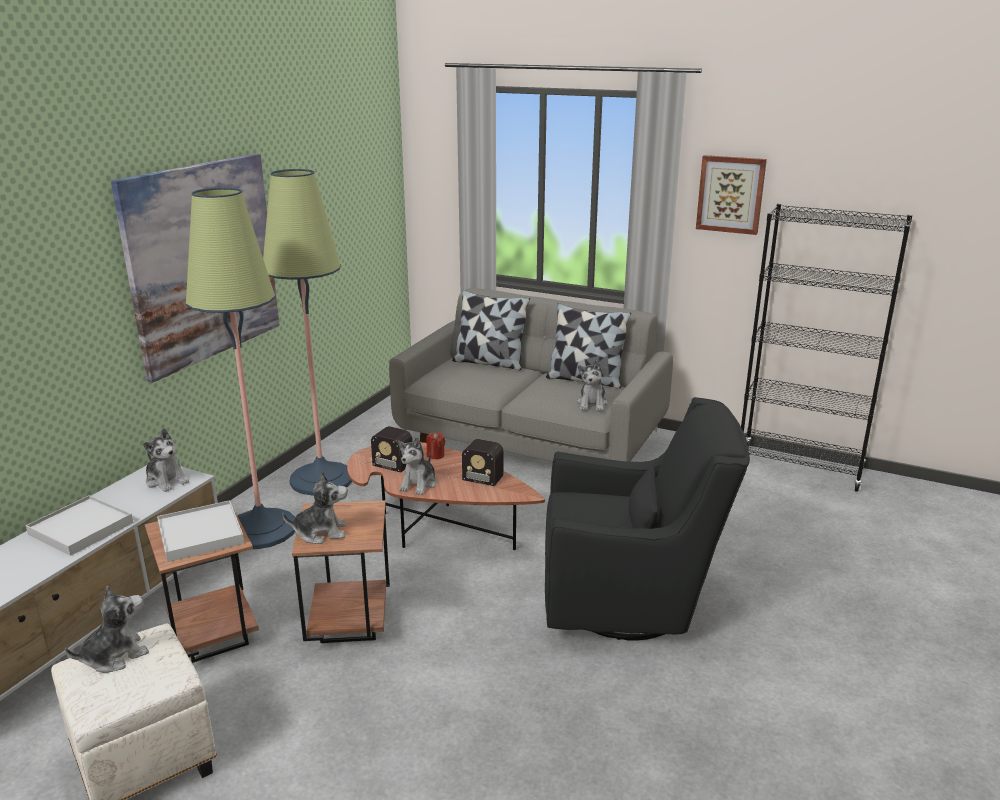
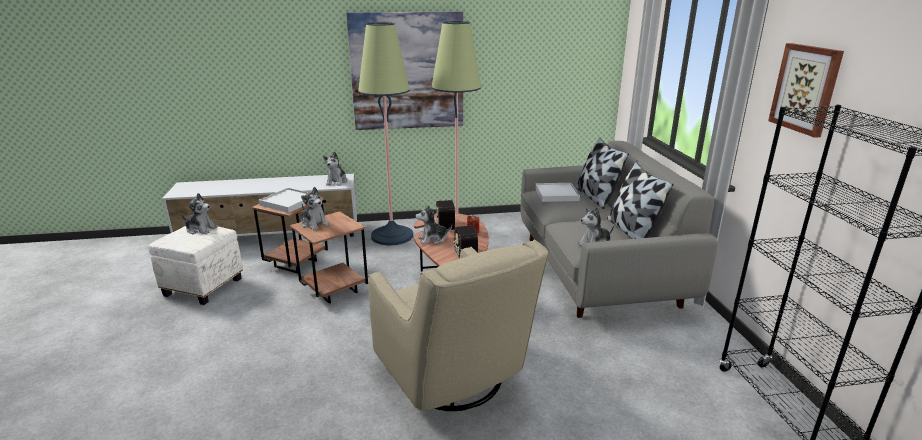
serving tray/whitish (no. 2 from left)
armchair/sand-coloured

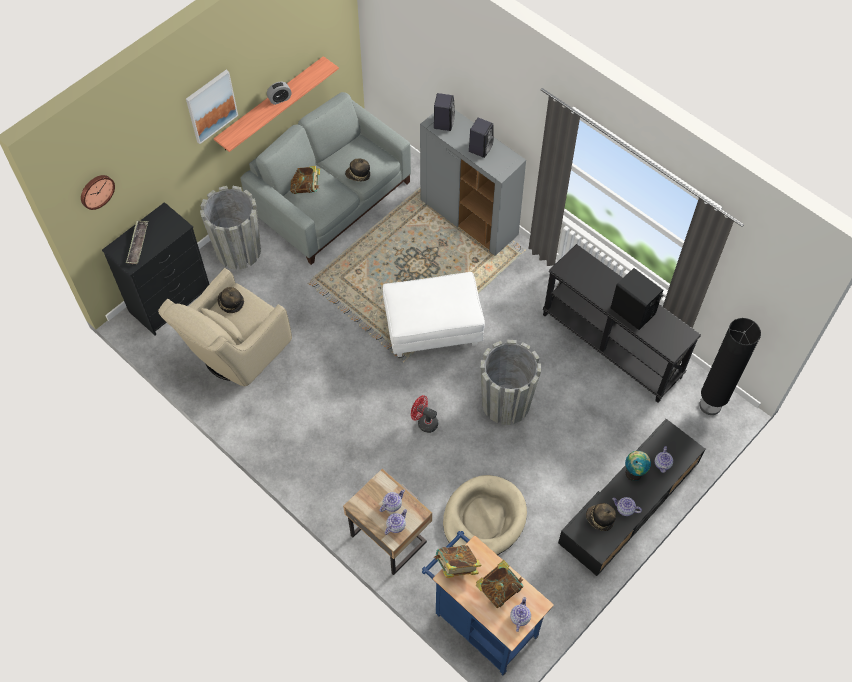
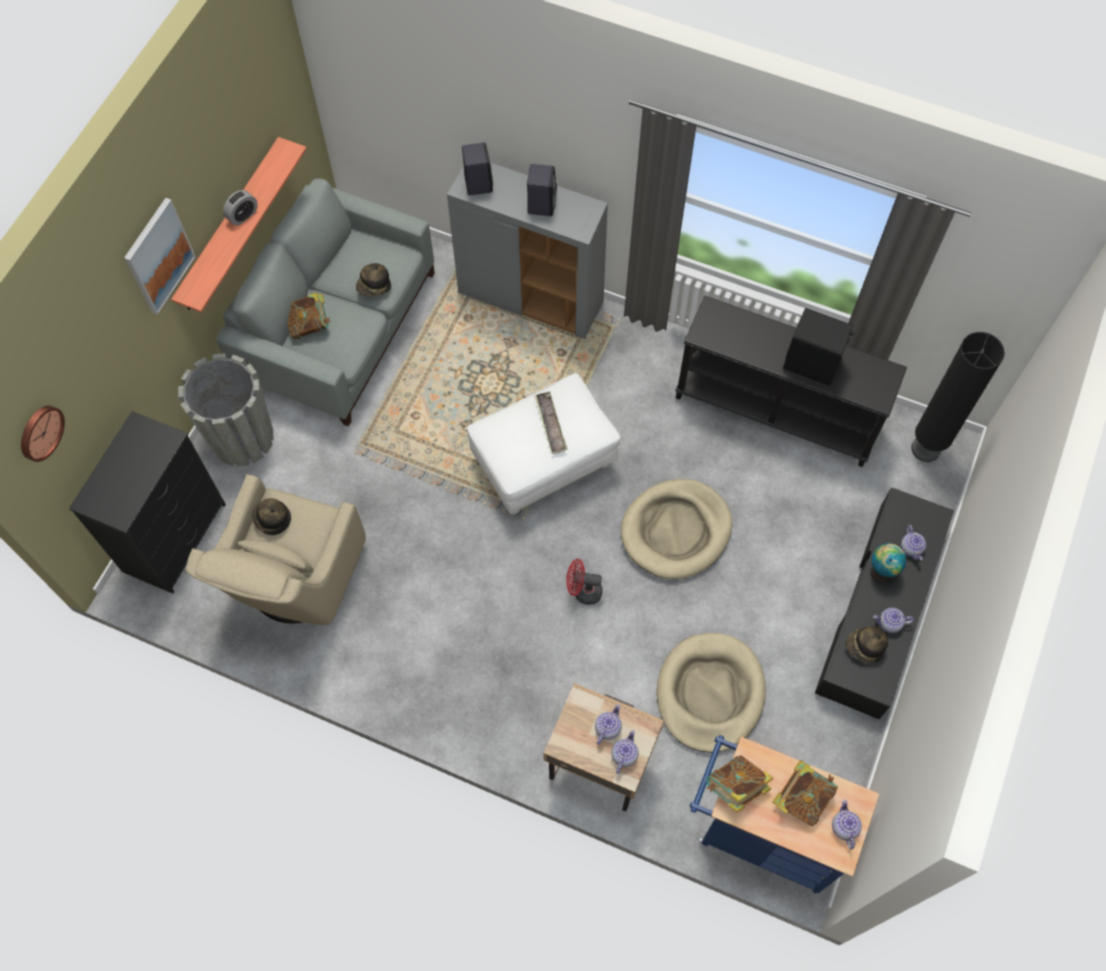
serving tray
dog bed/sand-coloured (no. 1 from left)

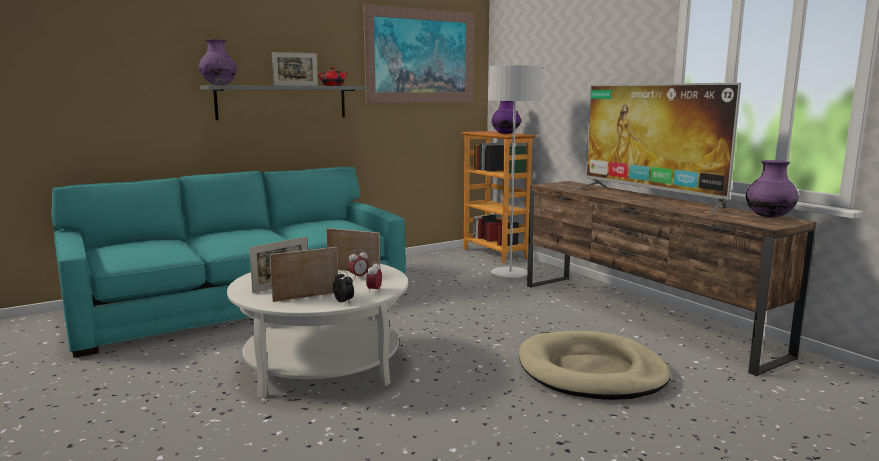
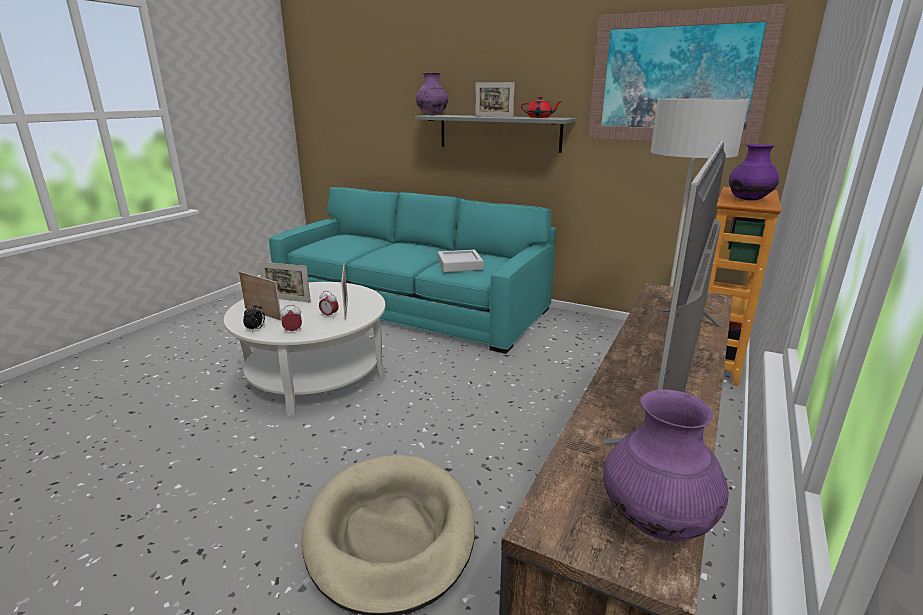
serving tray/greyish

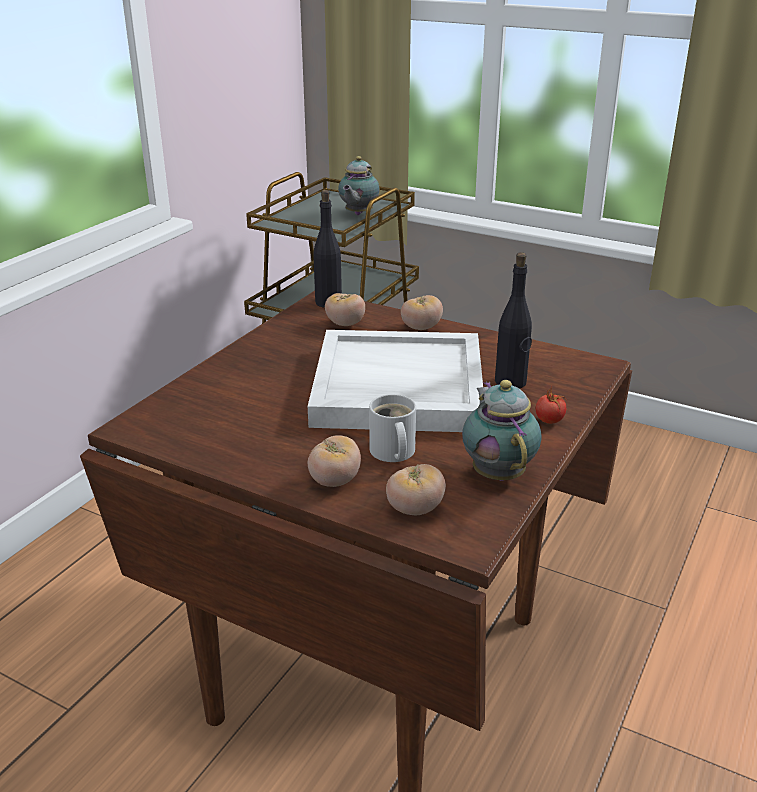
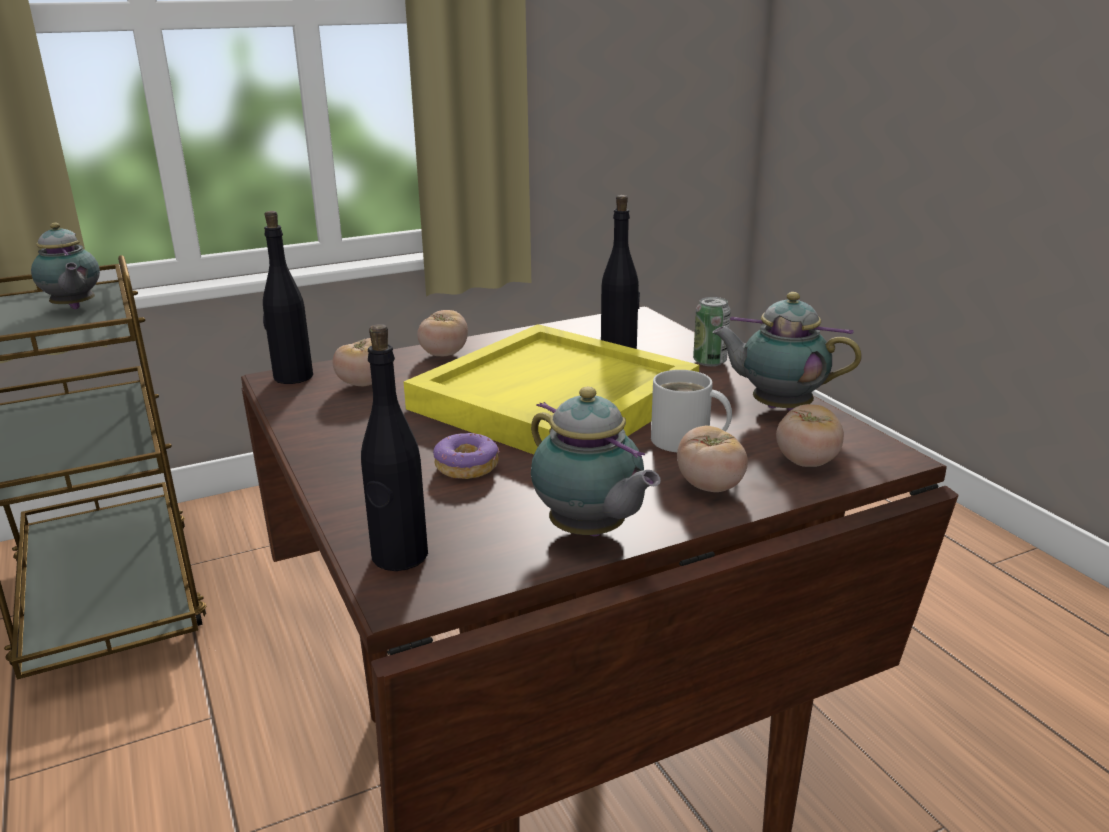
serving tray/yellow
can
bottle/black-coloured (no. 2 from left)
donut
tea pot (no. 2 from left)

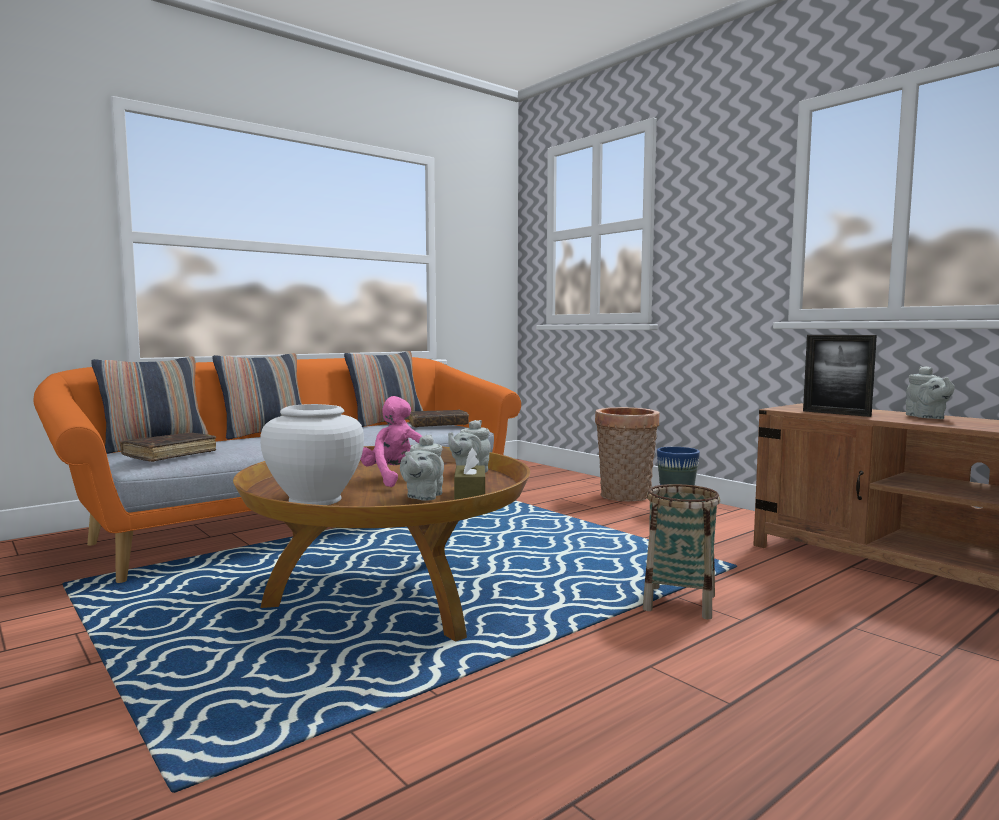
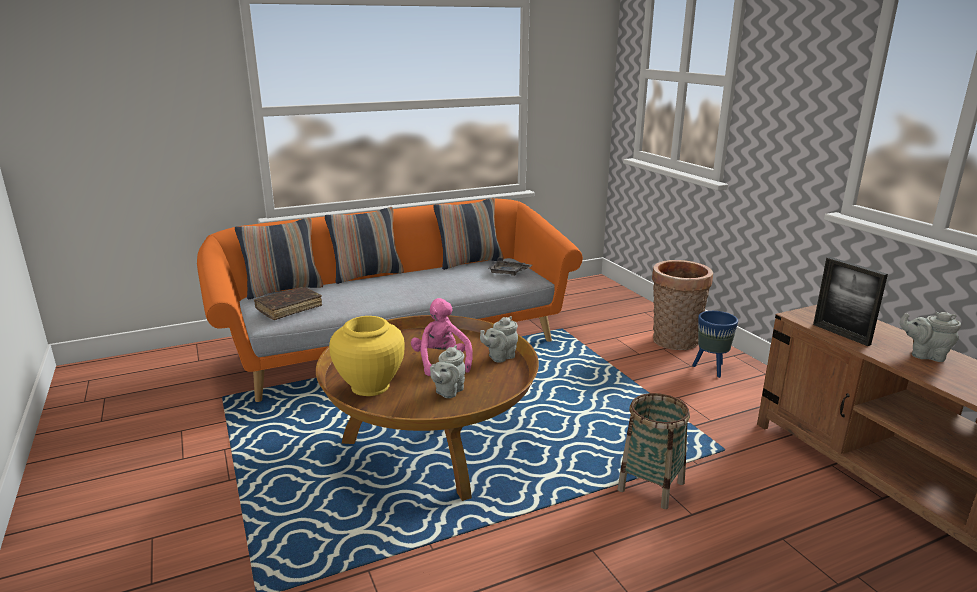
vase/yellow
serving tray/greyish
tissue holder/brown
tea pot/greyish (no. 3 from left)

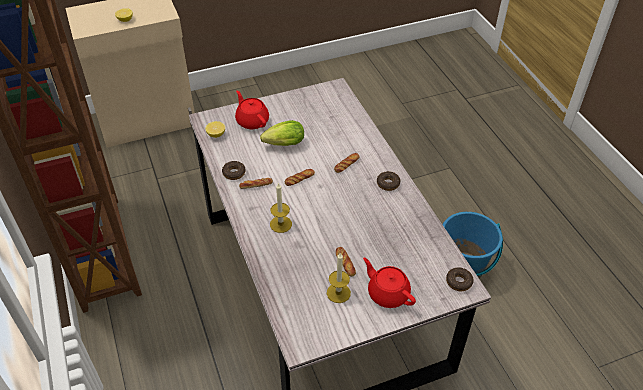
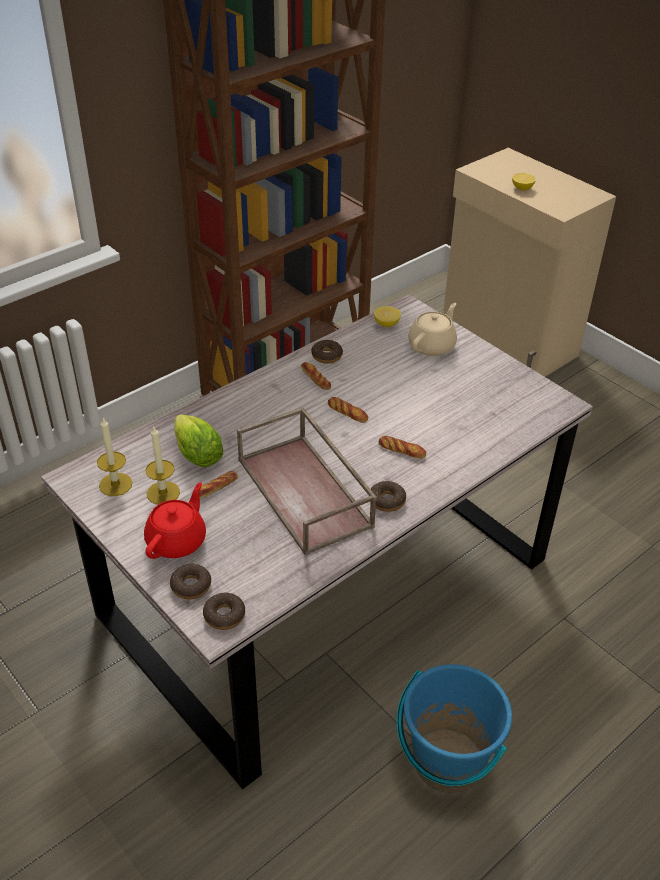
tea pot/sand-coloured
lettuce
candle (no. 1 from left)
donut (no. 1 from left)
serving tray/brown

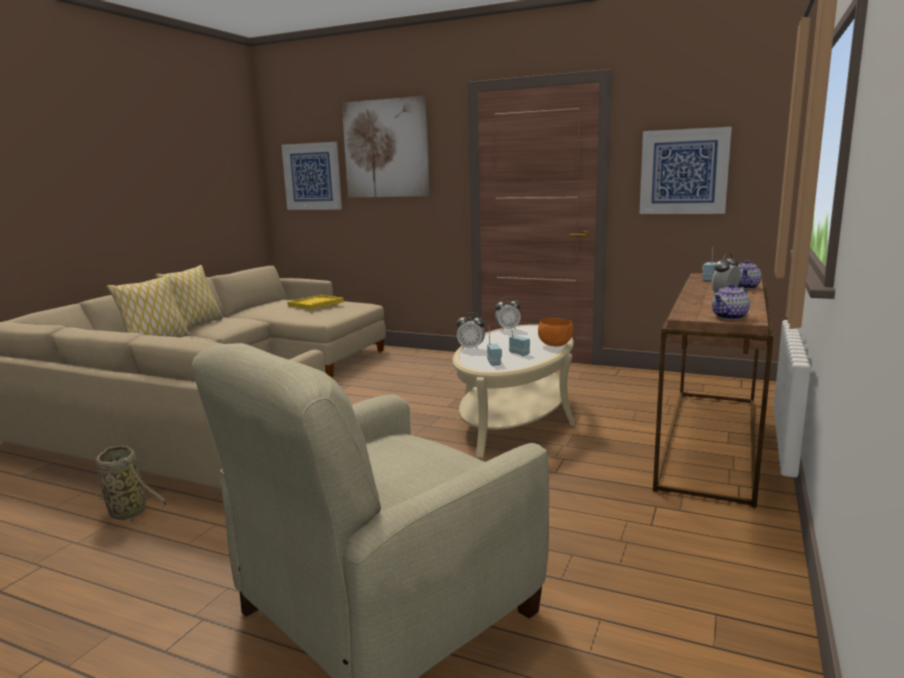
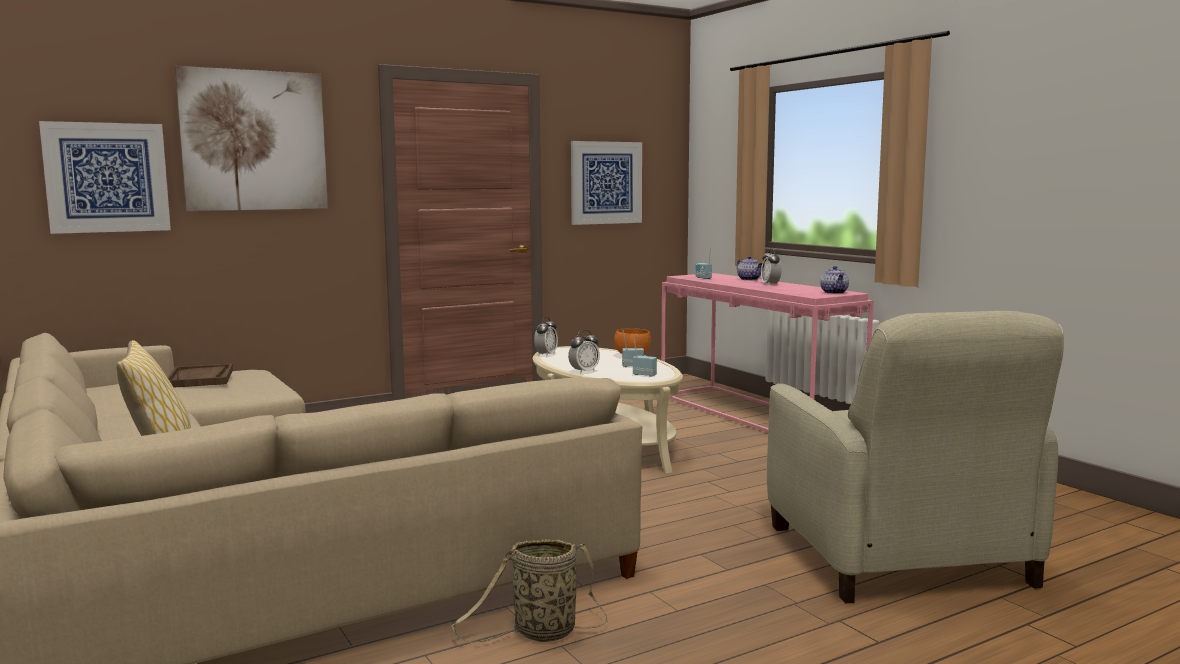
pillow (no. 2 from left in the first image)
serving tray/brown
console table/pinkish

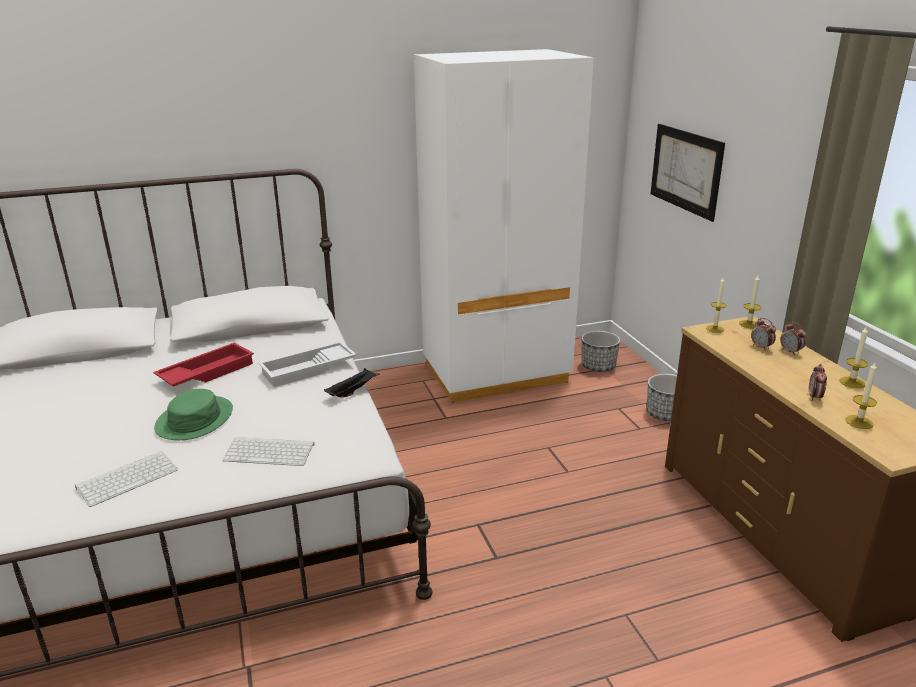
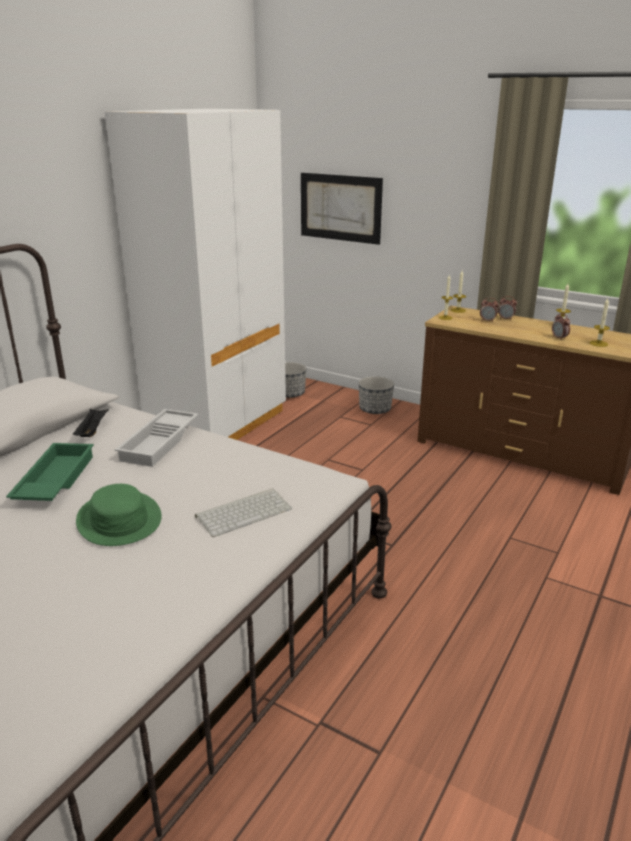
PC keyboard (no. 1 from left in the first image)
serving tray/green-coloured
serving tray/black-coloured

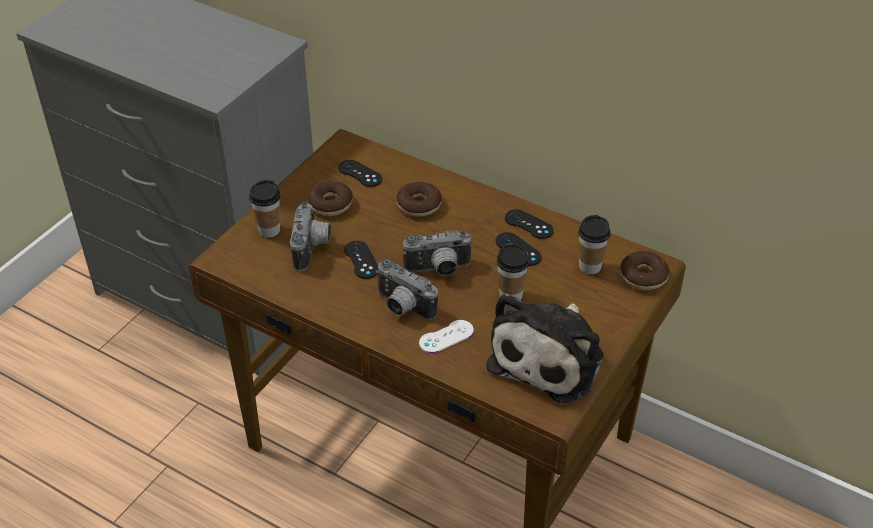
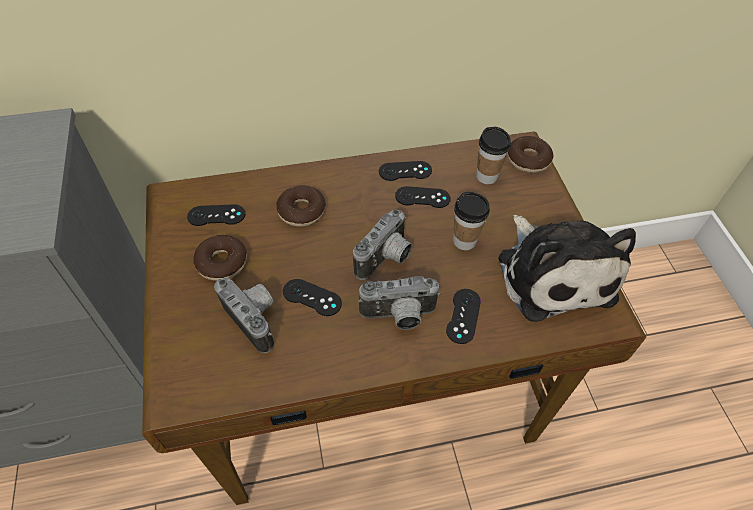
small cup (no. 1 from left in the first image)
joypad/black-coloured (no. 5 from left)

